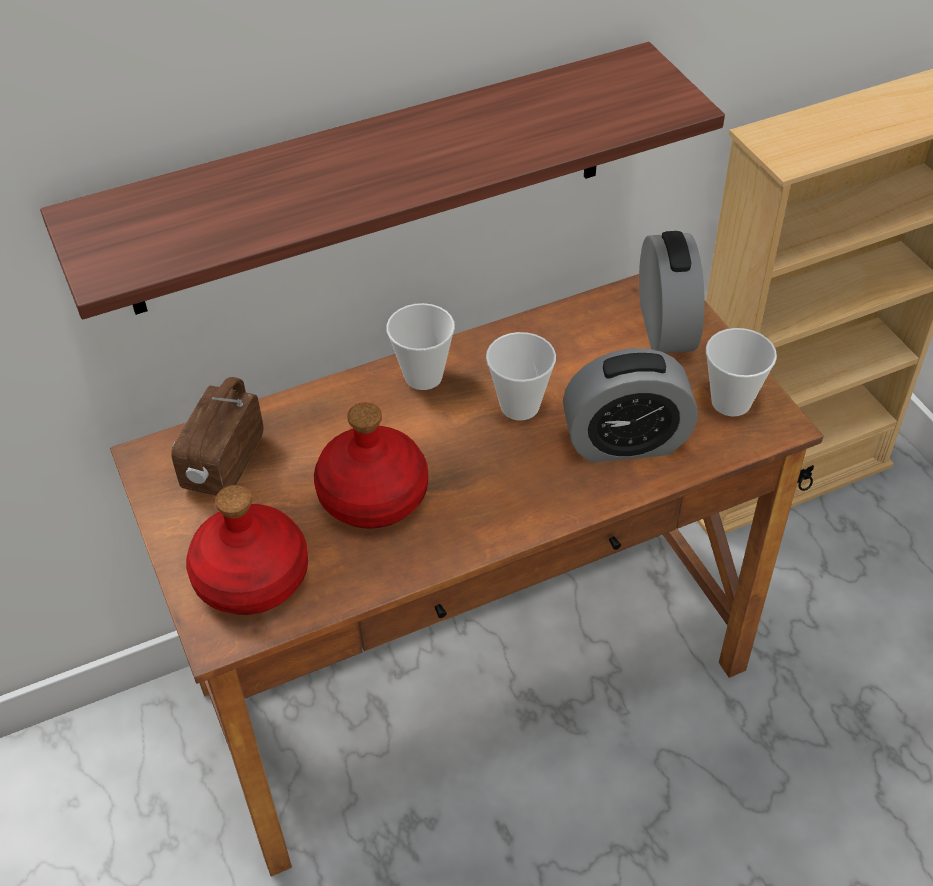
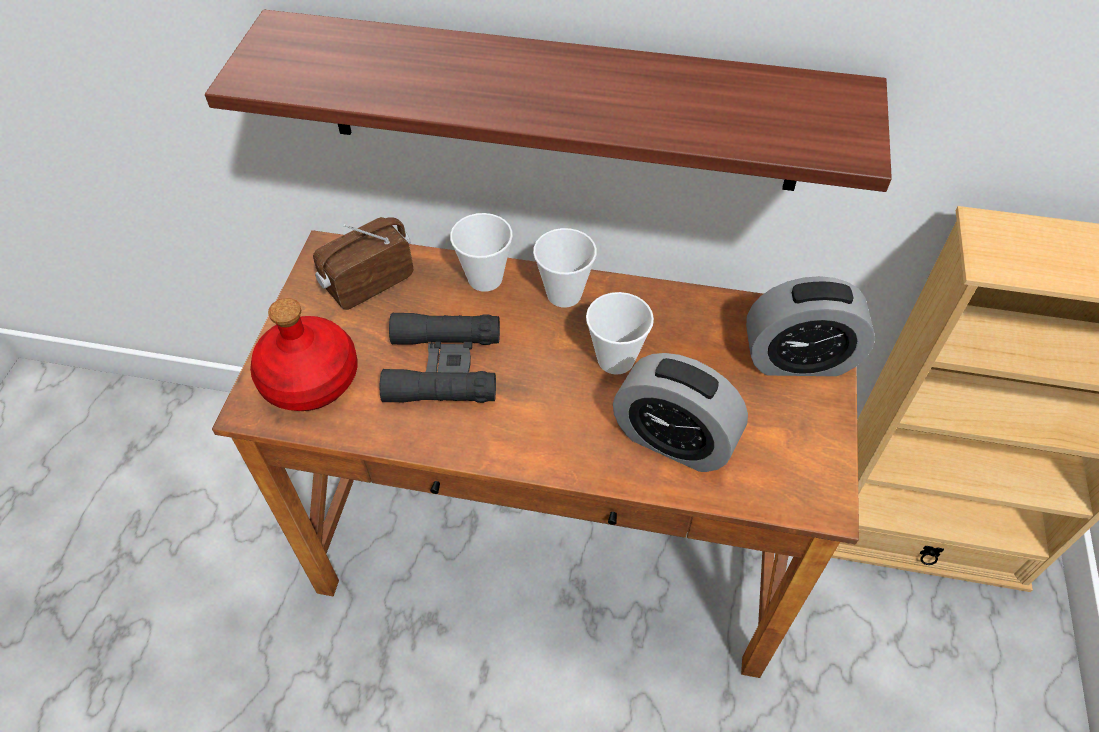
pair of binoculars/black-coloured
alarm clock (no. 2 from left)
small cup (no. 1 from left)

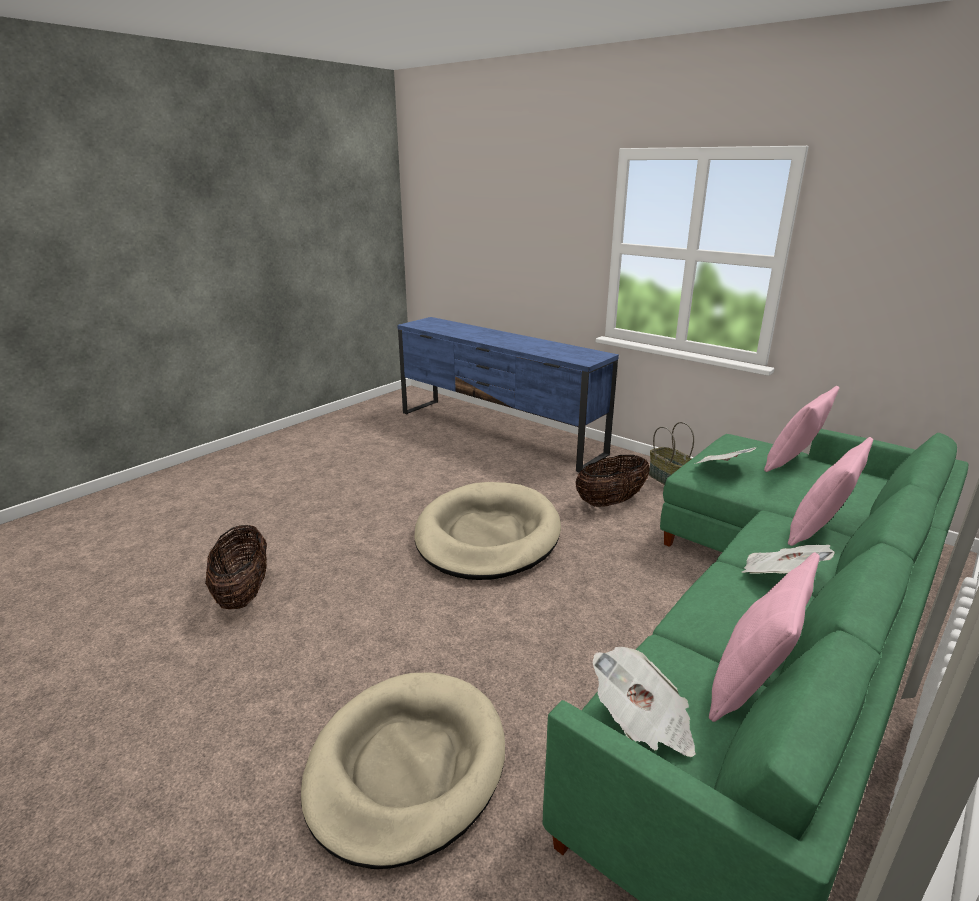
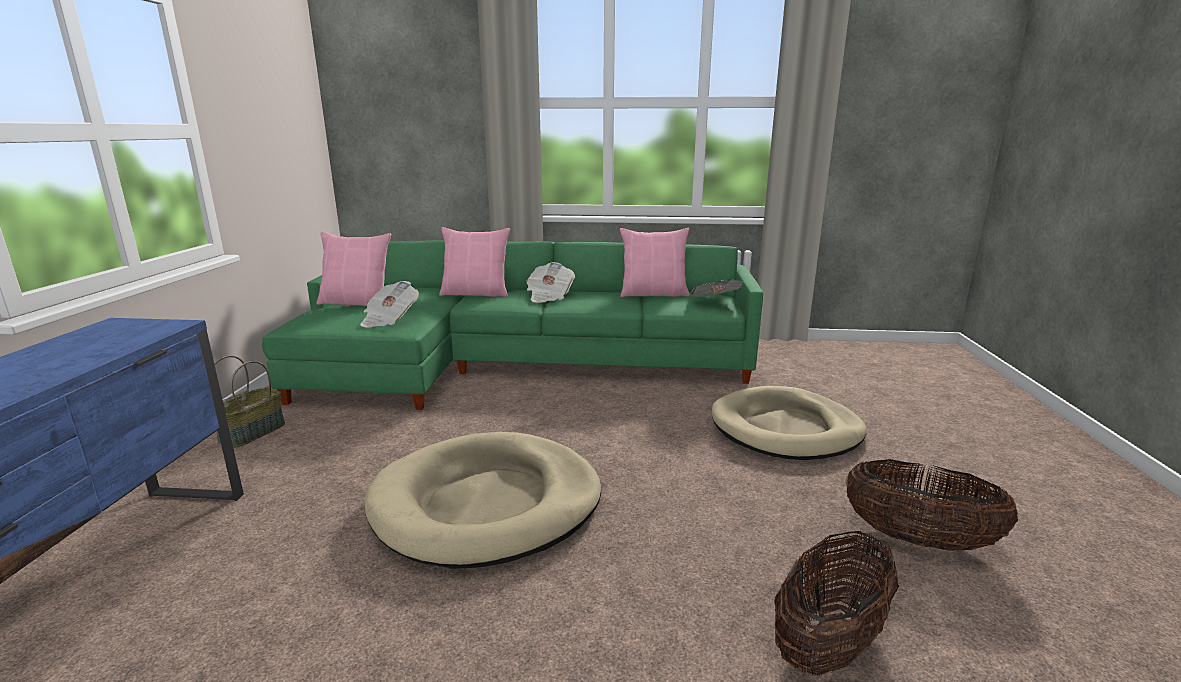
storage basket (no. 3 from left)

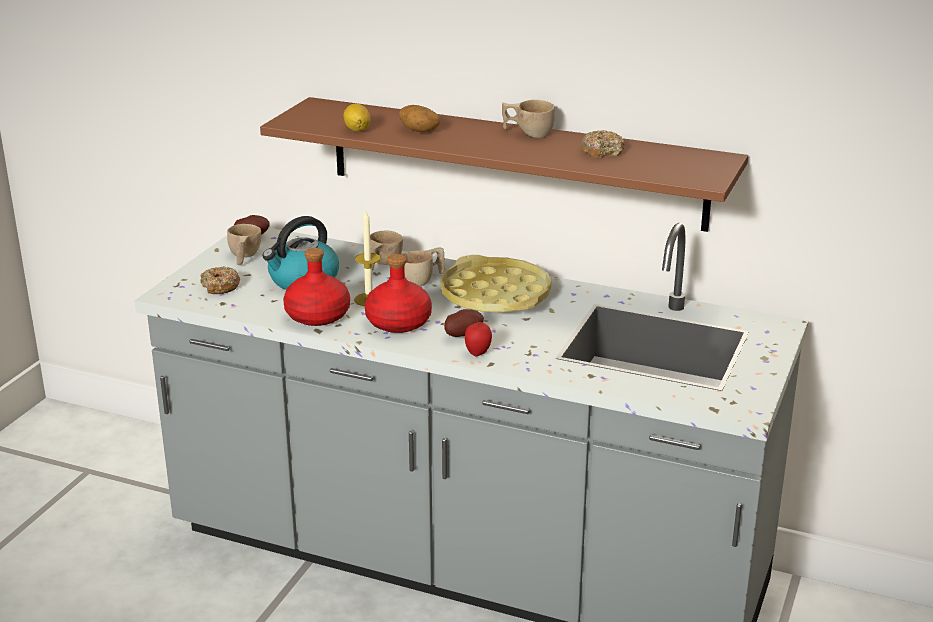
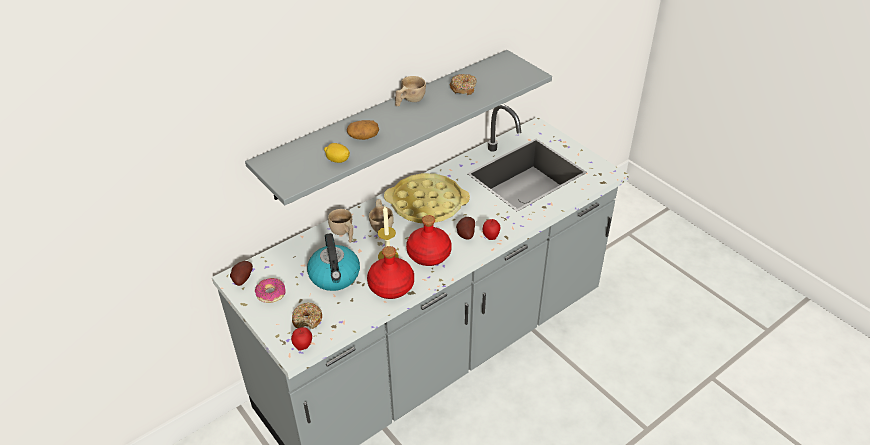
donut (no. 1 from left)
shelf/greyish
whole apple (no. 1 from left)

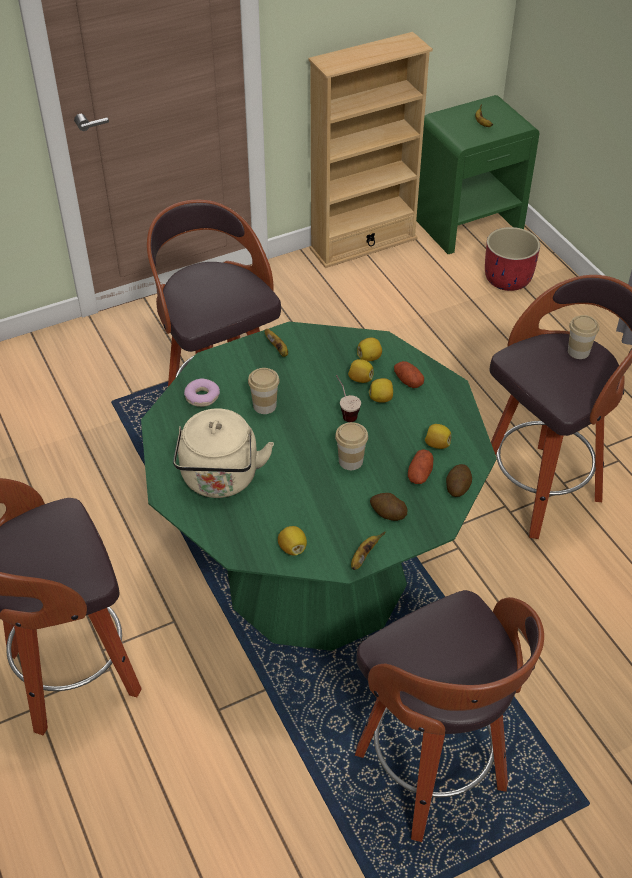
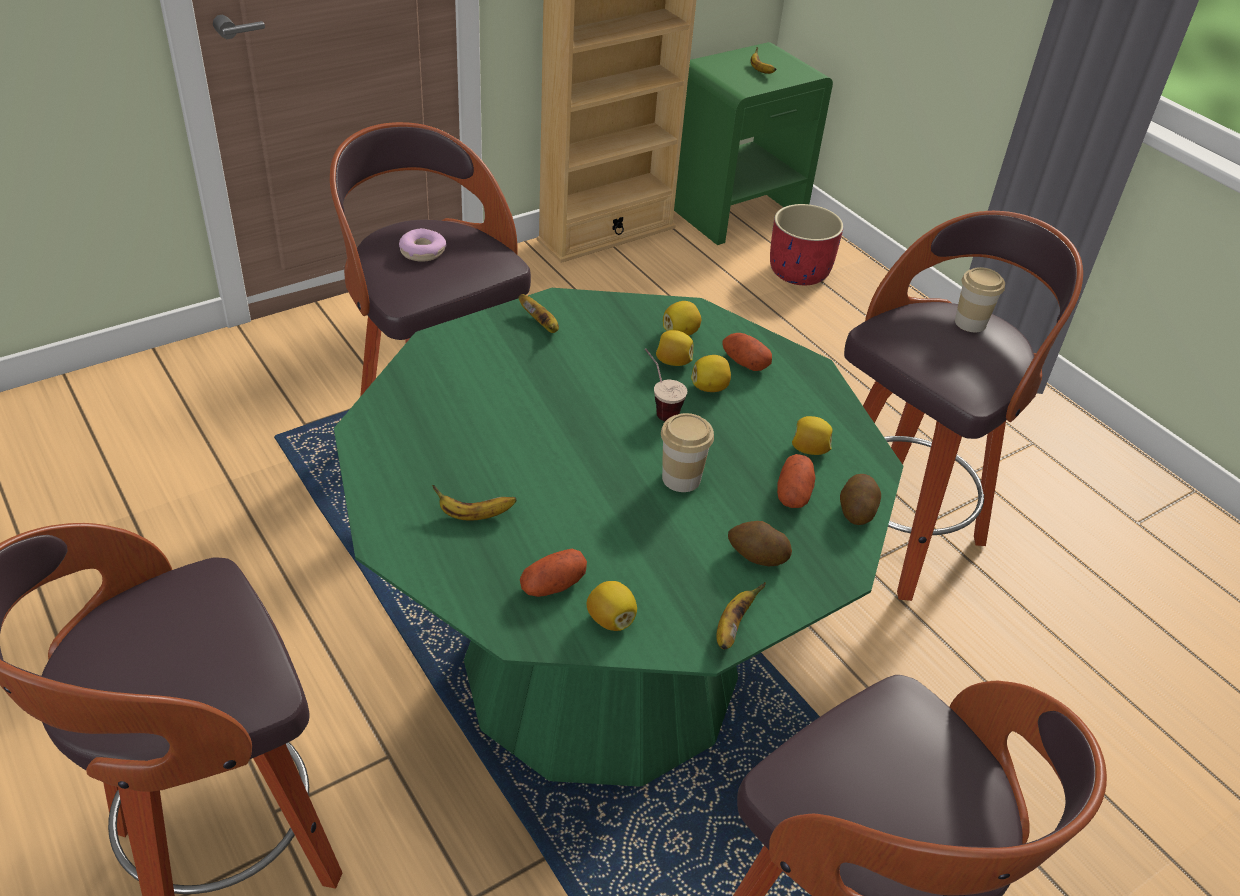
banana fruit (no. 1 from left)
donut
small cup (no. 1 from left in the first image)
potato (no. 1 from left)

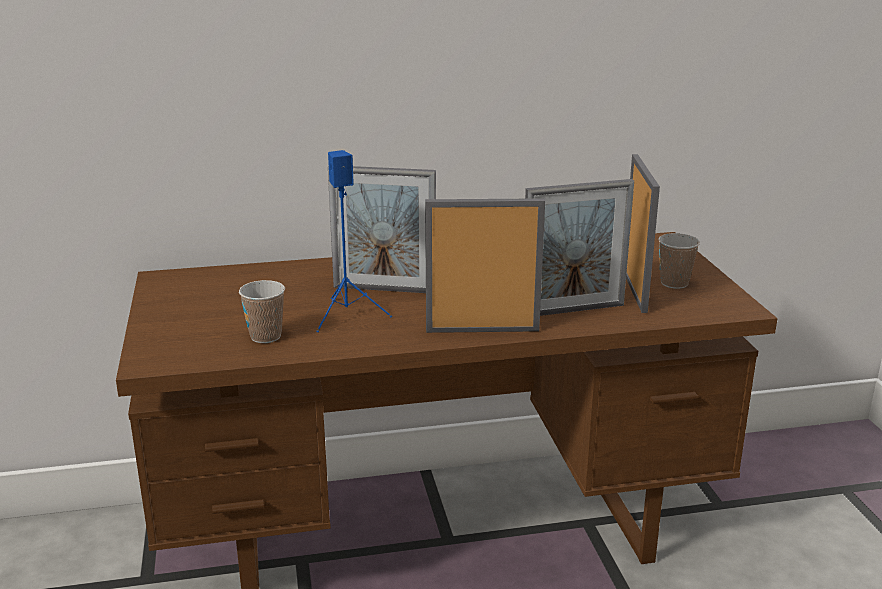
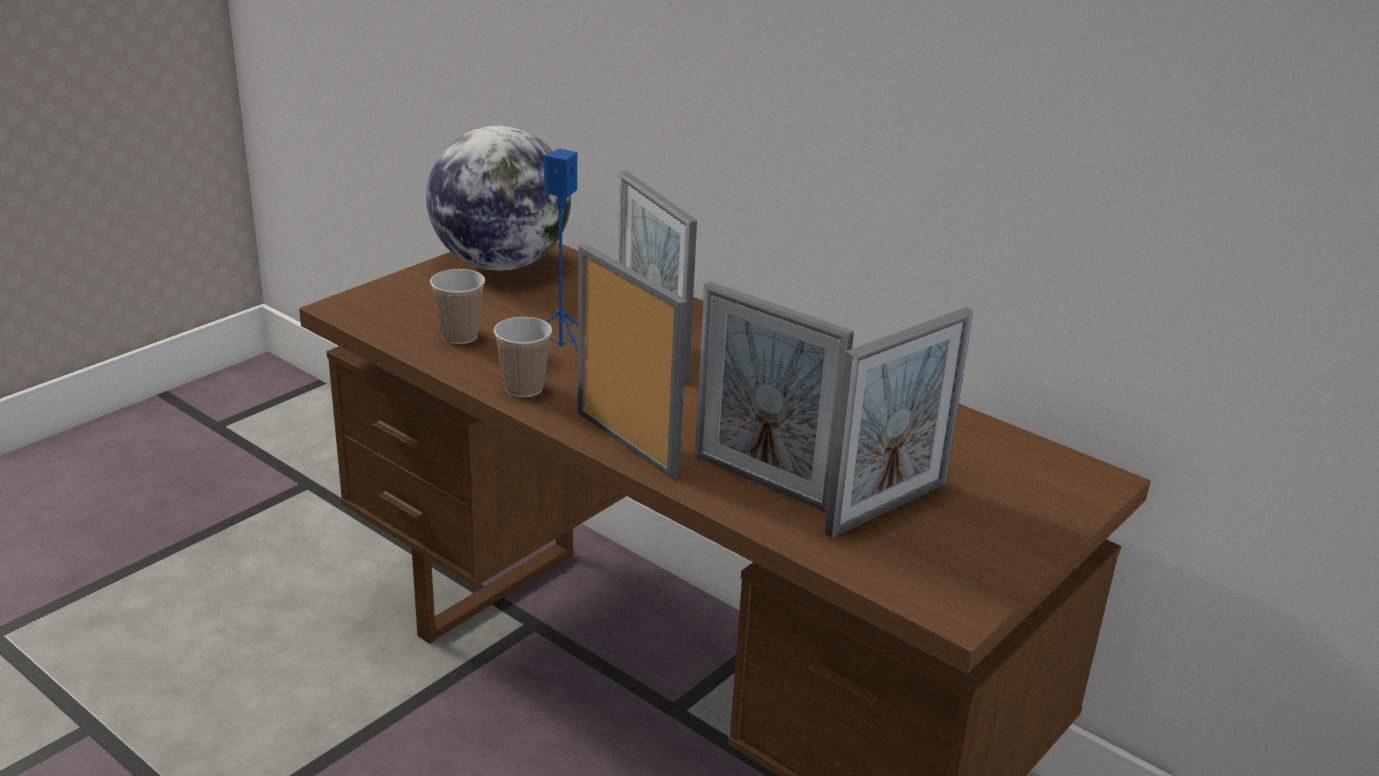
small cup (no. 2 from left)
world globe

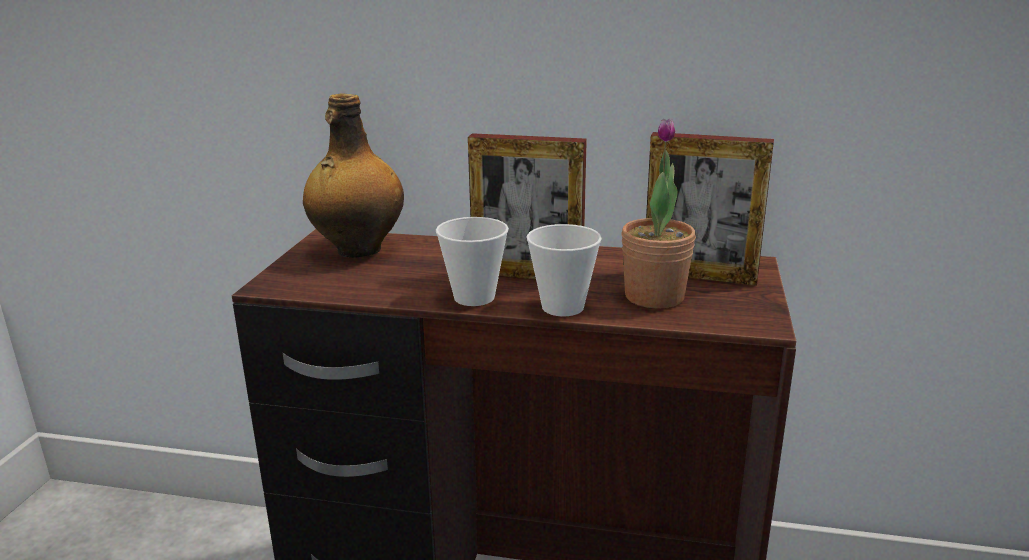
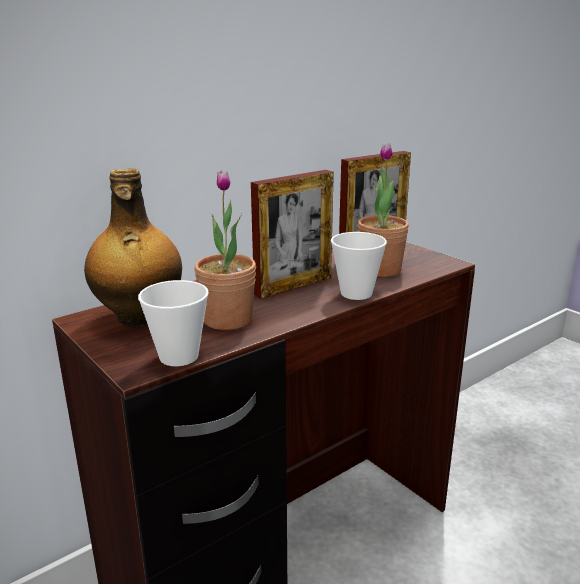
small cup (no. 1 from left)
potted plant (no. 1 from left)

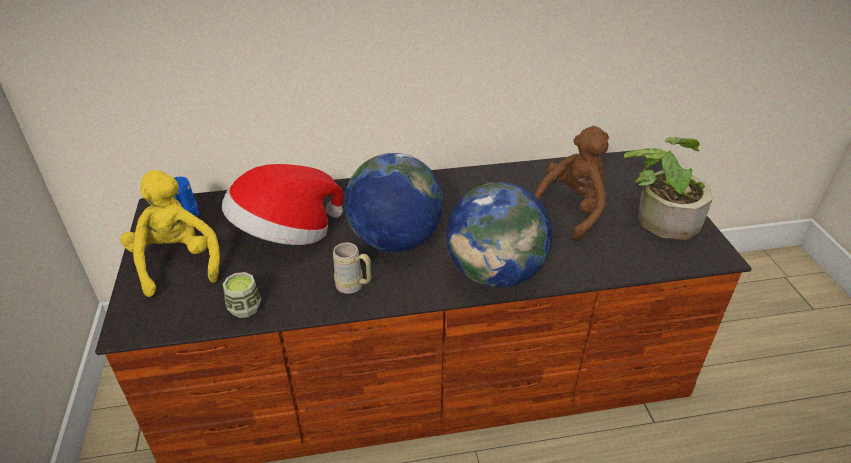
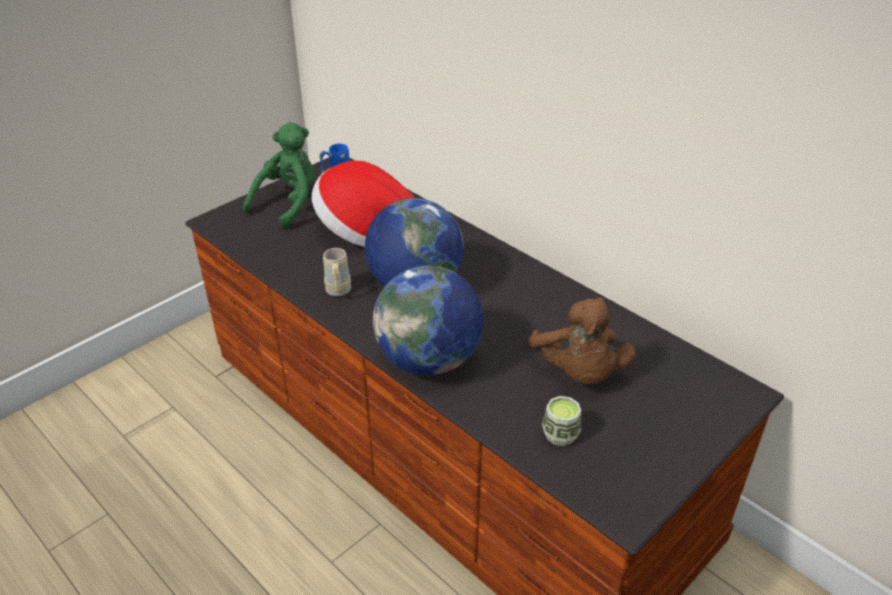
soft toy/green-coloured
small cup
soft toy/brown
potted plant

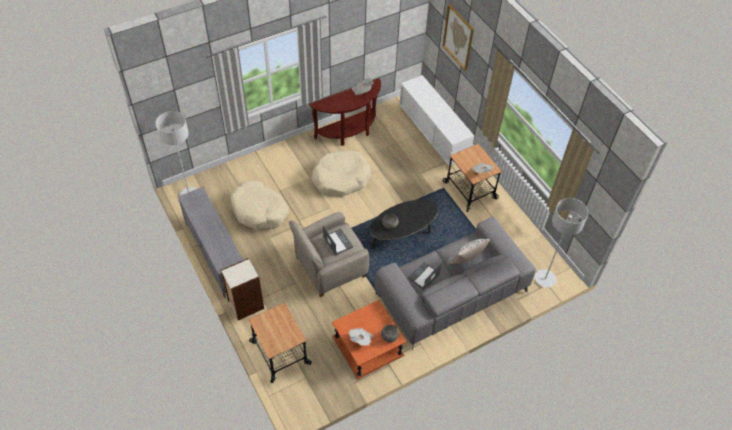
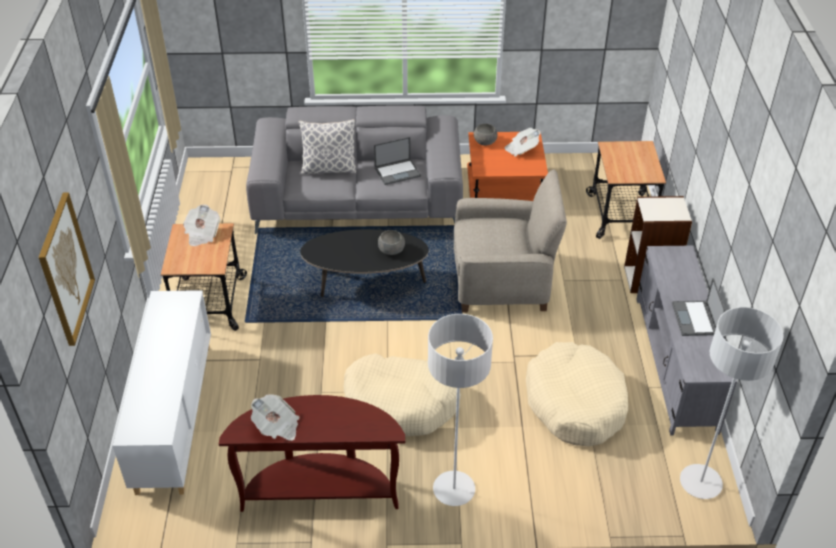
portable computer (no. 2 from left)
standard lamp/greyish (no. 1 from left)

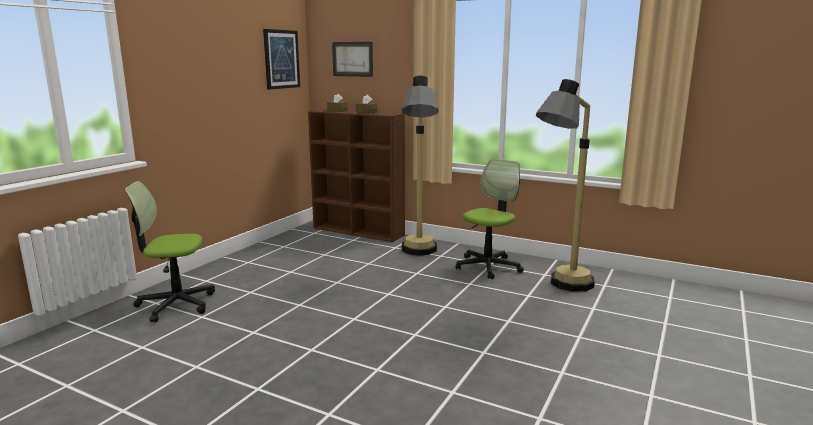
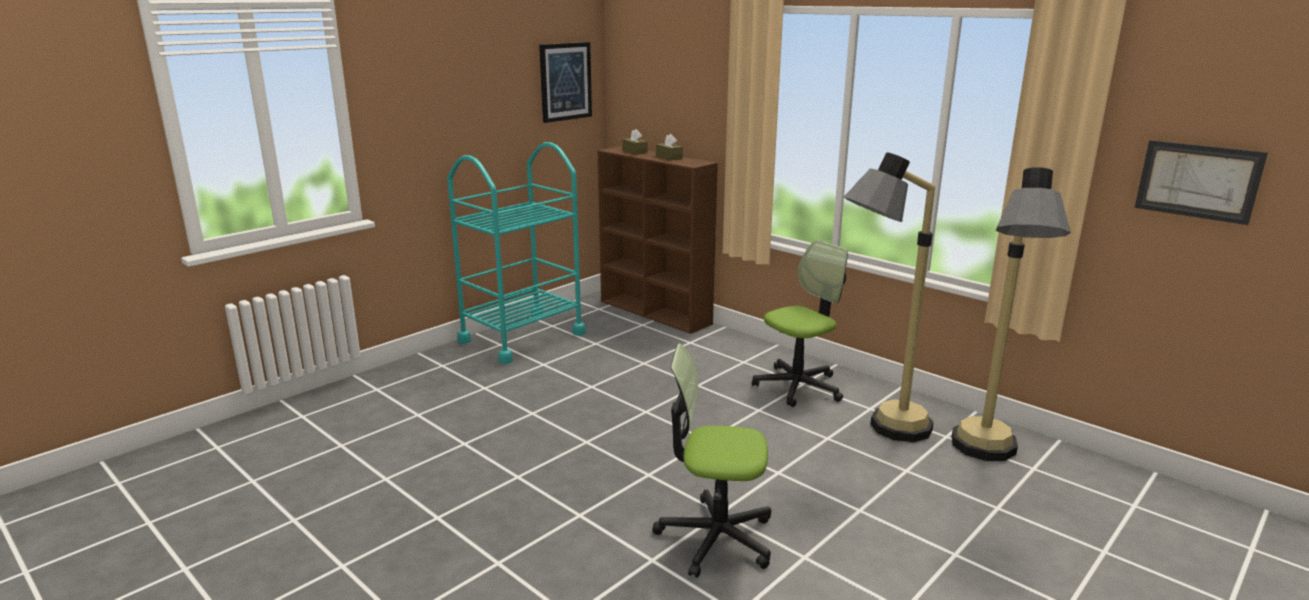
desk chair (no. 1 from left)
picture (no. 2 from left)
standard lamp (no. 2 from left)
trolley/blue-green

